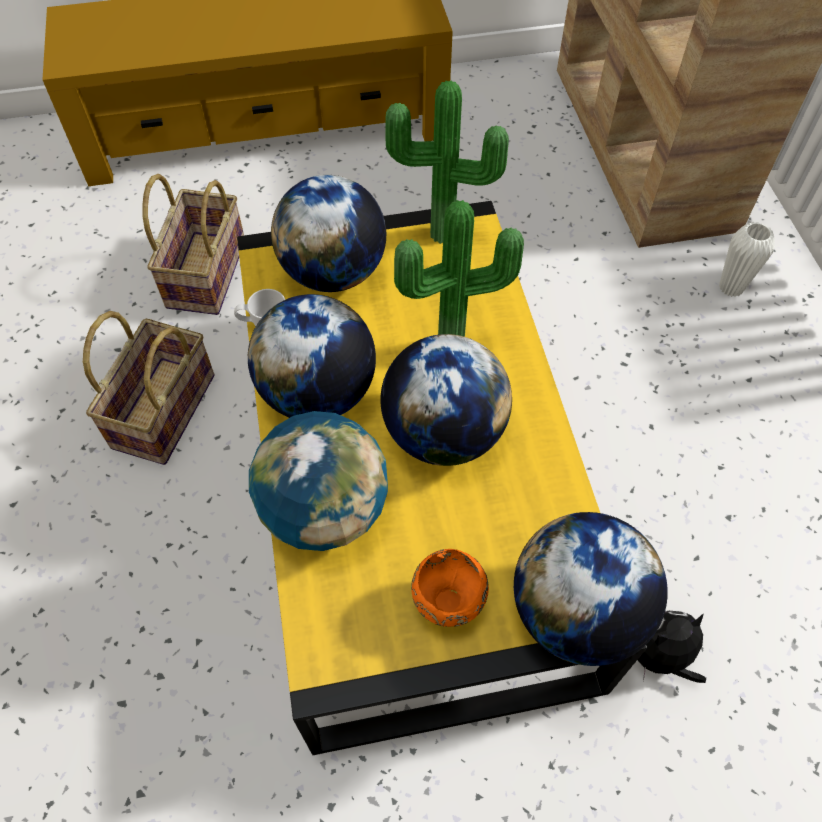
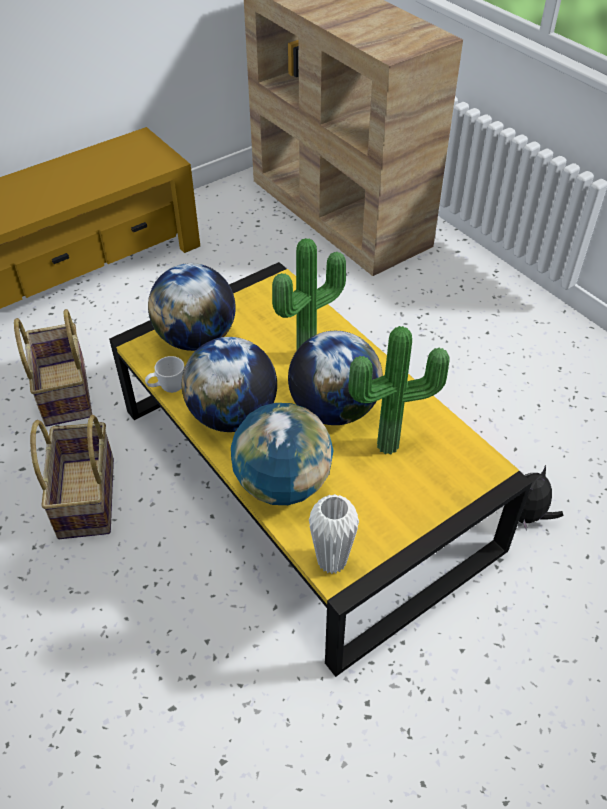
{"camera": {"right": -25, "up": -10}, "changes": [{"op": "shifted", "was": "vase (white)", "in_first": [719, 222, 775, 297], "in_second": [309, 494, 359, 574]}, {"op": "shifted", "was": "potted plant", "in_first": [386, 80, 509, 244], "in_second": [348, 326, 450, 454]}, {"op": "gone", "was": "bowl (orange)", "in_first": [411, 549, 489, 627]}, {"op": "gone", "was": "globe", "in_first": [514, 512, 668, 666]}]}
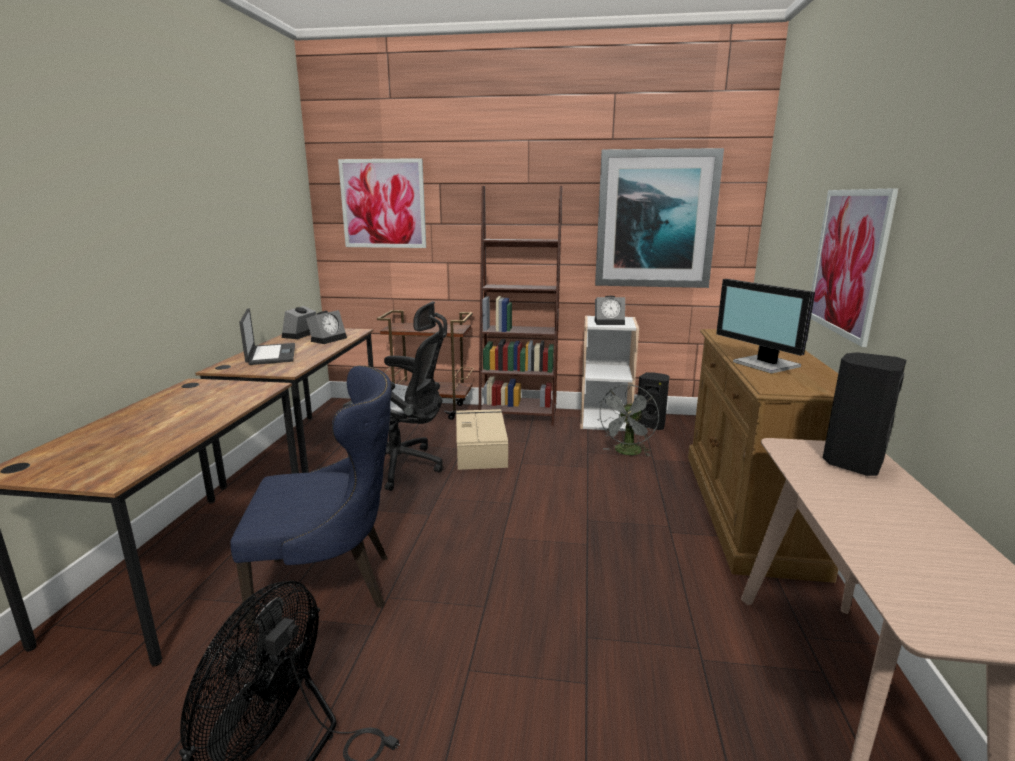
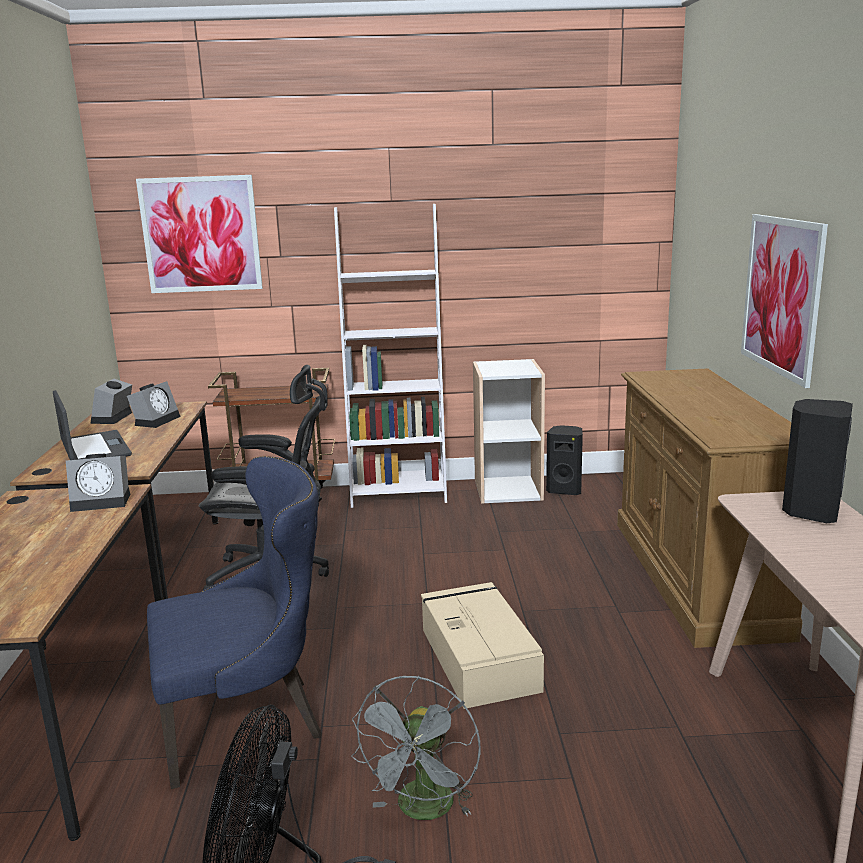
{"camera": {"right": -10, "up": 0}, "changes": [{"op": "shifted", "was": "alarm clock", "in_first": [595, 296, 625, 325], "in_second": [66, 454, 130, 512]}, {"op": "repainted", "was": "bookcase (brown)", "now": "bookcase (white)", "in_first": [479, 186, 562, 426], "in_second": [334, 204, 447, 508]}, {"op": "shifted", "was": "fan (grey)", "in_first": [597, 385, 659, 456], "in_second": [351, 676, 481, 820]}, {"op": "shifted", "was": "storage box (beige)", "in_first": [456, 409, 508, 470], "in_second": [421, 582, 544, 709]}, {"op": "gone", "was": "picture", "in_first": [595, 148, 724, 288]}, {"op": "gone", "was": "monitor", "in_first": [716, 279, 815, 374]}]}
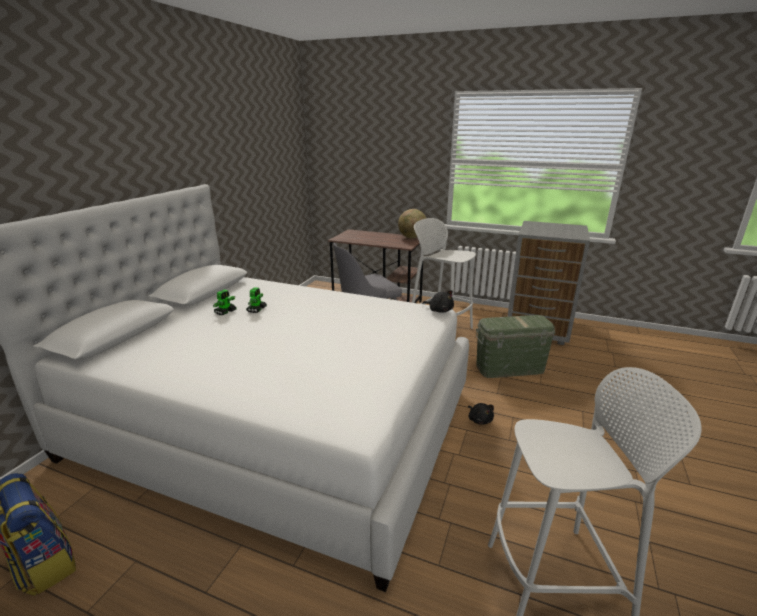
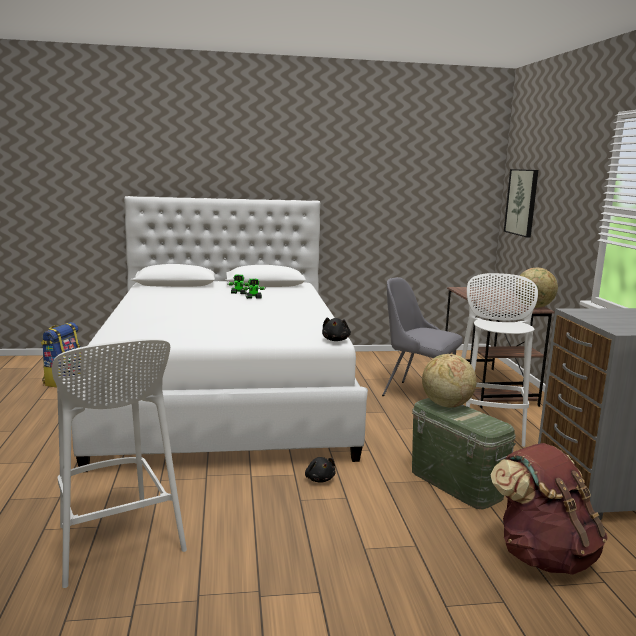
{"camera": {"right": 60, "up": -10}, "changes": [{"op": "rotated", "was": "plush toy (black)", "in_first": [468, 403, 494, 425], "in_second": [305, 457, 335, 483], "clockwise": -60}, {"op": "new", "now": "globe", "in_second": [422, 354, 477, 407]}, {"op": "new", "now": "backpack (brown)", "in_second": [491, 443, 608, 575]}, {"op": "new", "now": "picture", "in_second": [504, 169, 538, 238]}]}
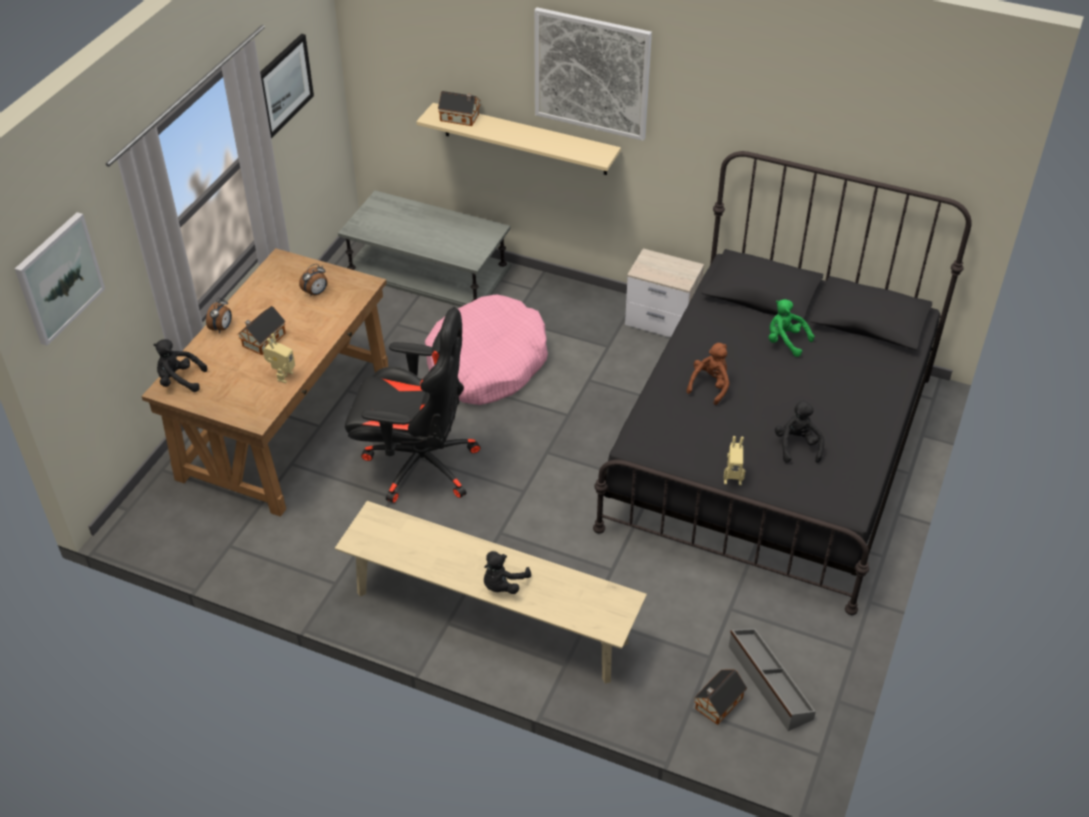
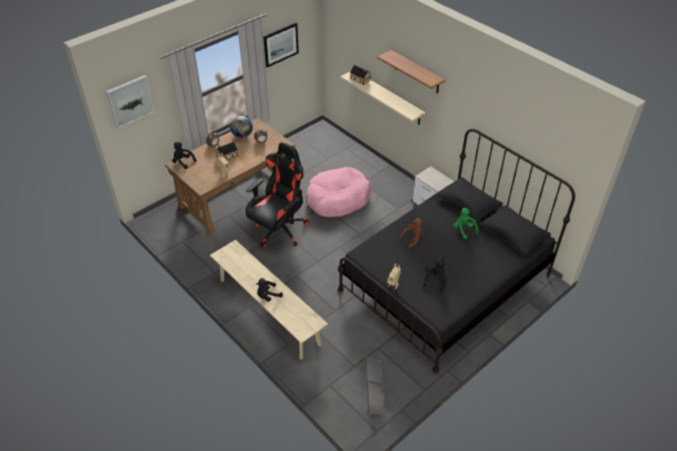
{"camera": {"right": 25, "up": 0}, "changes": [{"op": "new", "now": "globe", "in_second": [230, 115, 253, 138]}, {"op": "rotated", "was": "office chair (black)", "in_first": [345, 307, 481, 503], "in_second": [245, 142, 309, 248], "clockwise": -90}, {"op": "swapped", "was": "picture", "now": "shelf", "in_first": [534, 7, 652, 141], "in_second": [378, 50, 445, 93]}, {"op": "gone", "was": "coffee table (grey)", "in_first": [338, 190, 511, 307]}, {"op": "gone", "was": "toy house", "in_first": [694, 669, 747, 725]}]}
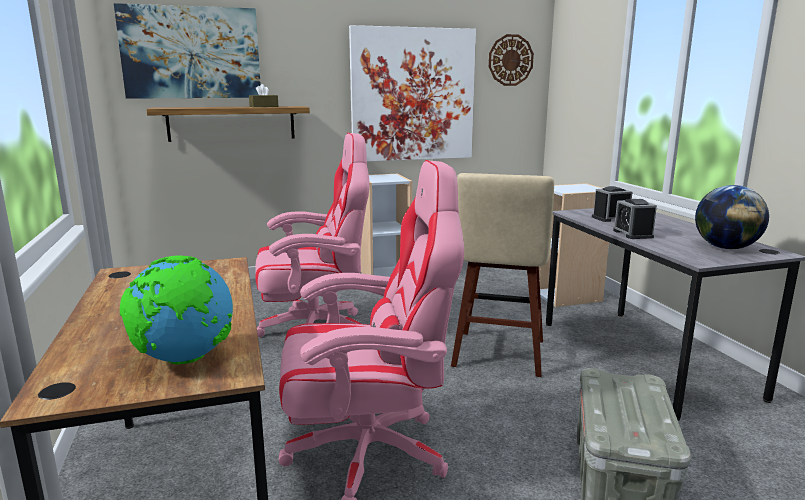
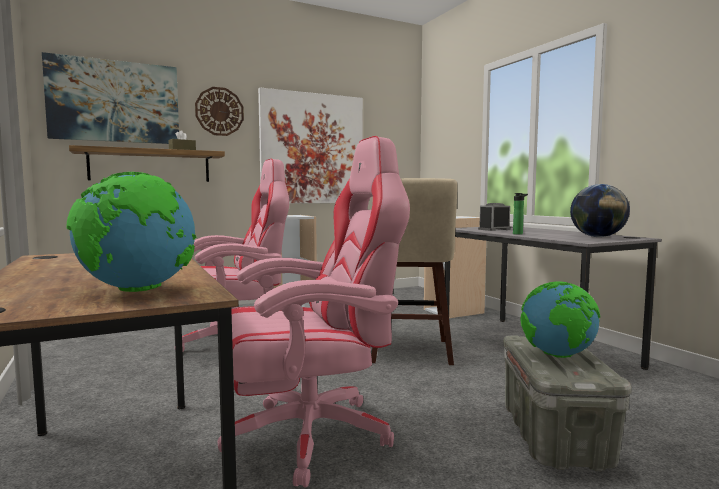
{"camera": {"right": -10, "up": -10}, "changes": [{"op": "shifted", "was": "wall clock", "in_first": [489, 34, 534, 86], "in_second": [195, 87, 244, 136]}, {"op": "swapped", "was": "alarm clock", "now": "bottle", "in_first": [613, 199, 657, 239], "in_second": [513, 193, 528, 235]}, {"op": "new", "now": "globe", "in_second": [520, 281, 600, 358]}]}
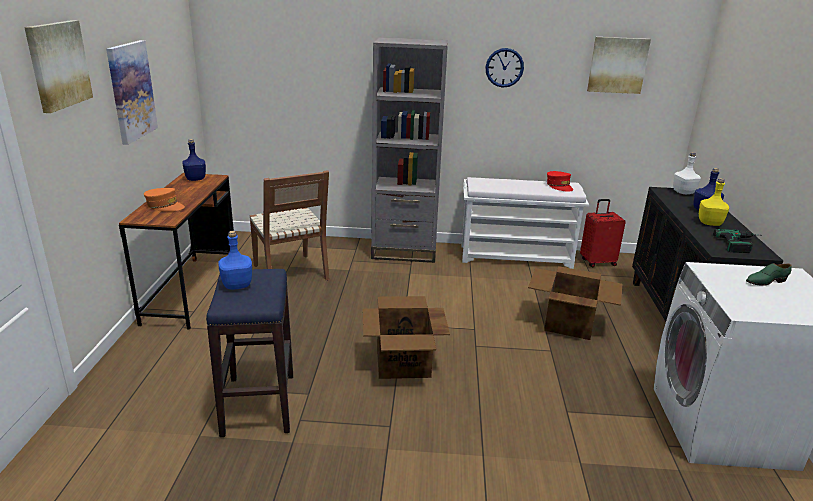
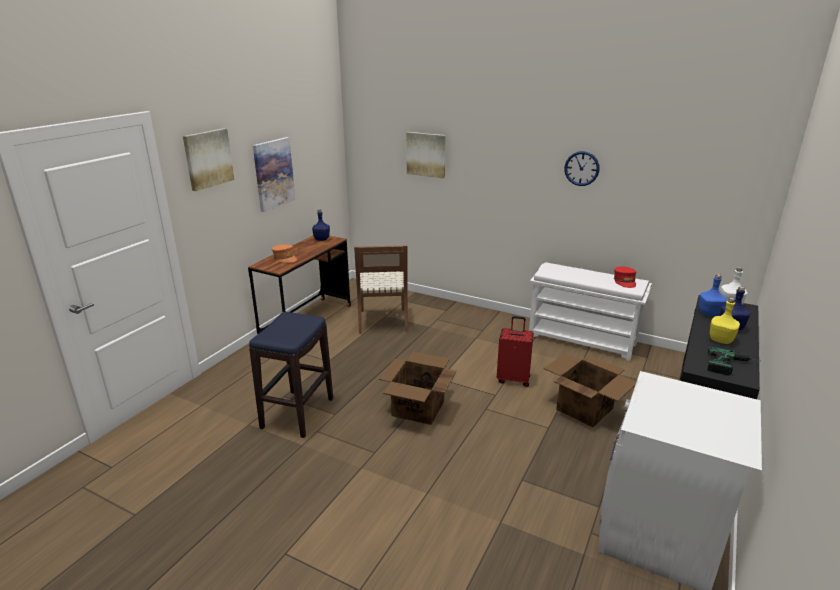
{"camera": {"right": 25, "up": 0}, "changes": [{"op": "shifted", "was": "picture", "in_first": [587, 37, 651, 94], "in_second": [406, 132, 446, 178]}, {"op": "shifted", "was": "suitcase (red)", "in_first": [580, 199, 626, 268], "in_second": [497, 316, 534, 387]}, {"op": "shifted", "was": "bottle (blue)", "in_first": [218, 231, 252, 289], "in_second": [698, 274, 727, 316]}, {"op": "gone", "was": "bookcase (grey)", "in_first": [371, 37, 448, 263]}, {"op": "gone", "was": "shoe (green)", "in_first": [746, 263, 792, 286]}]}
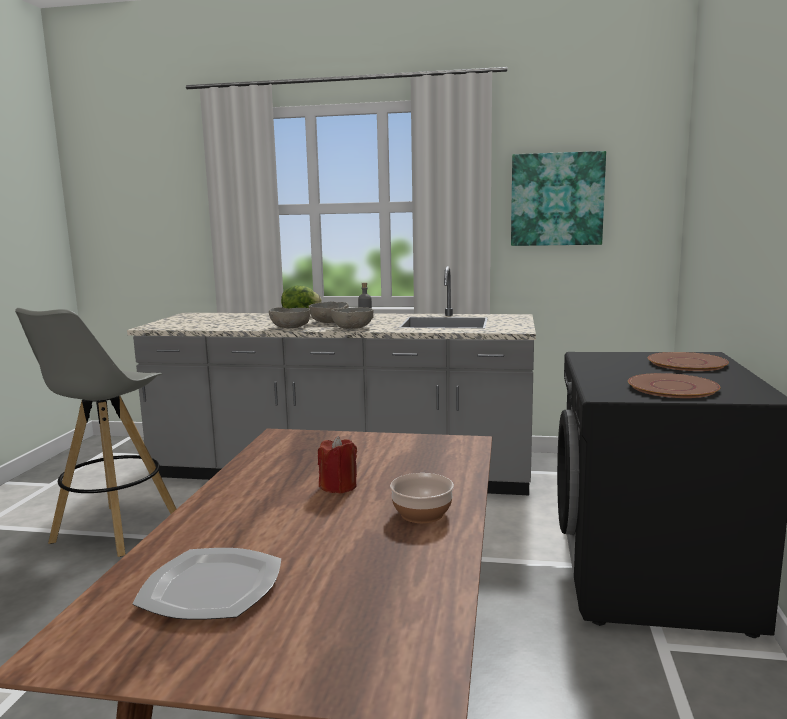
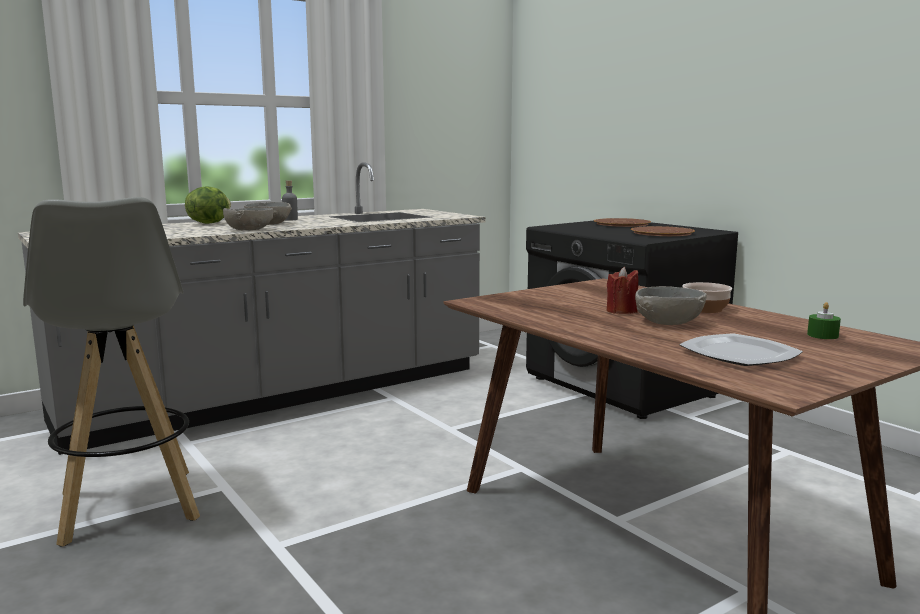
{"camera": {"right": -45, "up": 0}, "changes": [{"op": "shifted", "was": "bowl (grey)", "in_first": [330, 307, 374, 329], "in_second": [635, 286, 707, 325]}, {"op": "new", "now": "candle (green)", "in_second": [807, 302, 841, 339]}, {"op": "gone", "was": "picture", "in_first": [511, 151, 606, 246]}]}
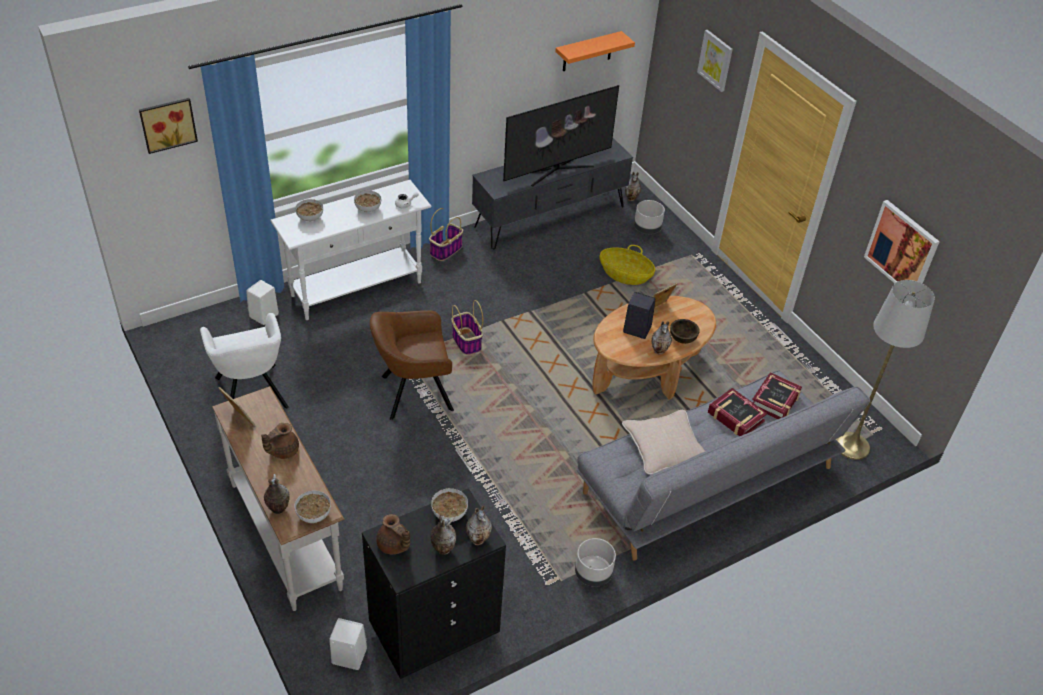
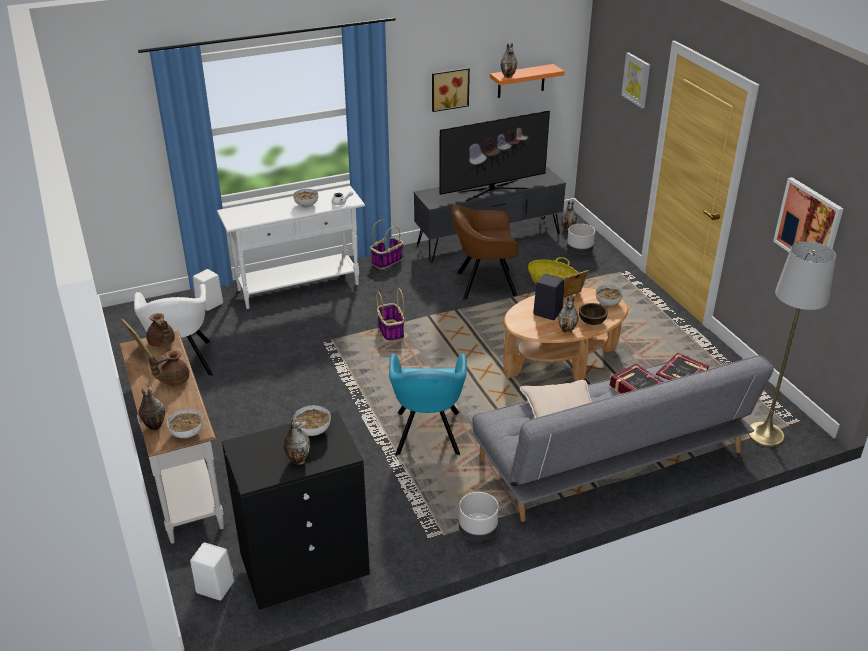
{"camera": {"right": 10, "up": -10}, "changes": [{"op": "shifted", "was": "teapot (brown)", "in_first": [376, 514, 410, 554], "in_second": [147, 313, 175, 347]}, {"op": "new", "now": "armchair (turquoise)", "in_second": [389, 354, 467, 456]}, {"op": "shifted", "was": "picture", "in_first": [139, 98, 198, 154], "in_second": [432, 68, 470, 112]}, {"op": "shifted", "was": "armchair (brown)", "in_first": [370, 310, 454, 420], "in_second": [451, 204, 519, 300]}, {"op": "shifted", "was": "vase", "in_first": [466, 506, 492, 545], "in_second": [500, 43, 517, 78]}, {"op": "shifted", "was": "bowl", "in_first": [295, 199, 323, 221], "in_second": [596, 285, 623, 306]}]}
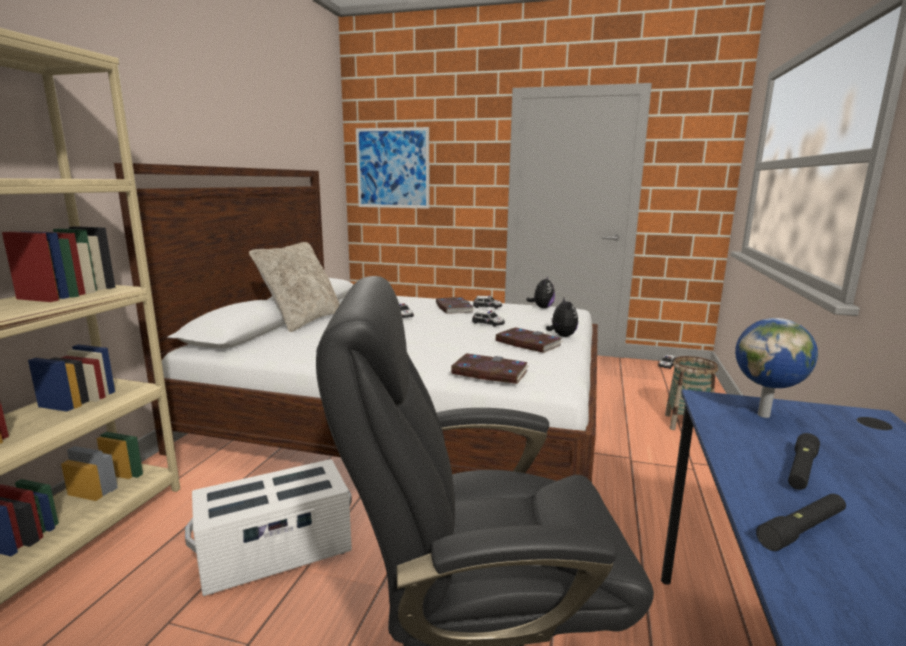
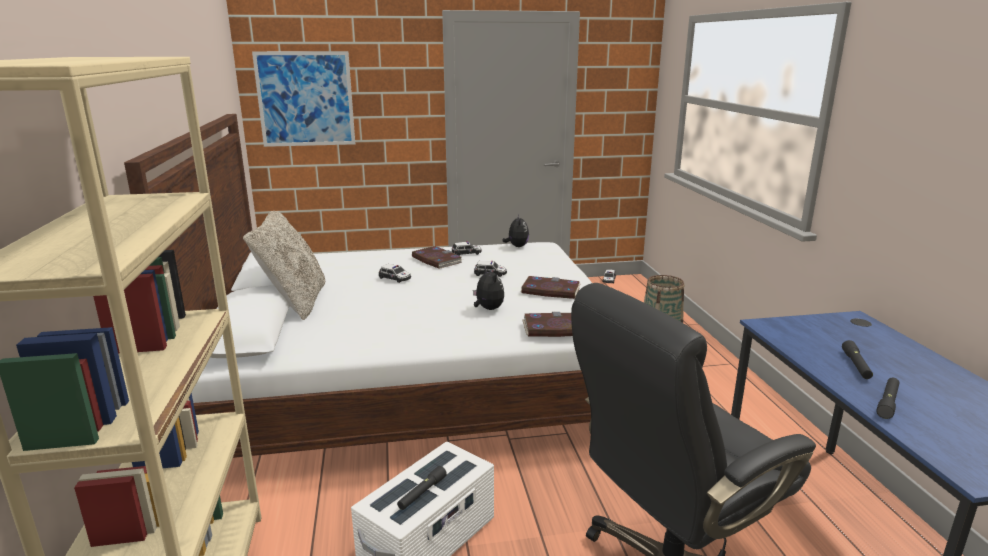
{"camera": {"right": -25, "up": 5}, "changes": [{"op": "new", "now": "flashlight (black)", "in_second": [397, 466, 447, 510]}, {"op": "shifted", "was": "plush toy", "in_first": [546, 296, 578, 337], "in_second": [473, 267, 504, 310]}, {"op": "gone", "was": "globe", "in_first": [735, 318, 818, 418]}]}
